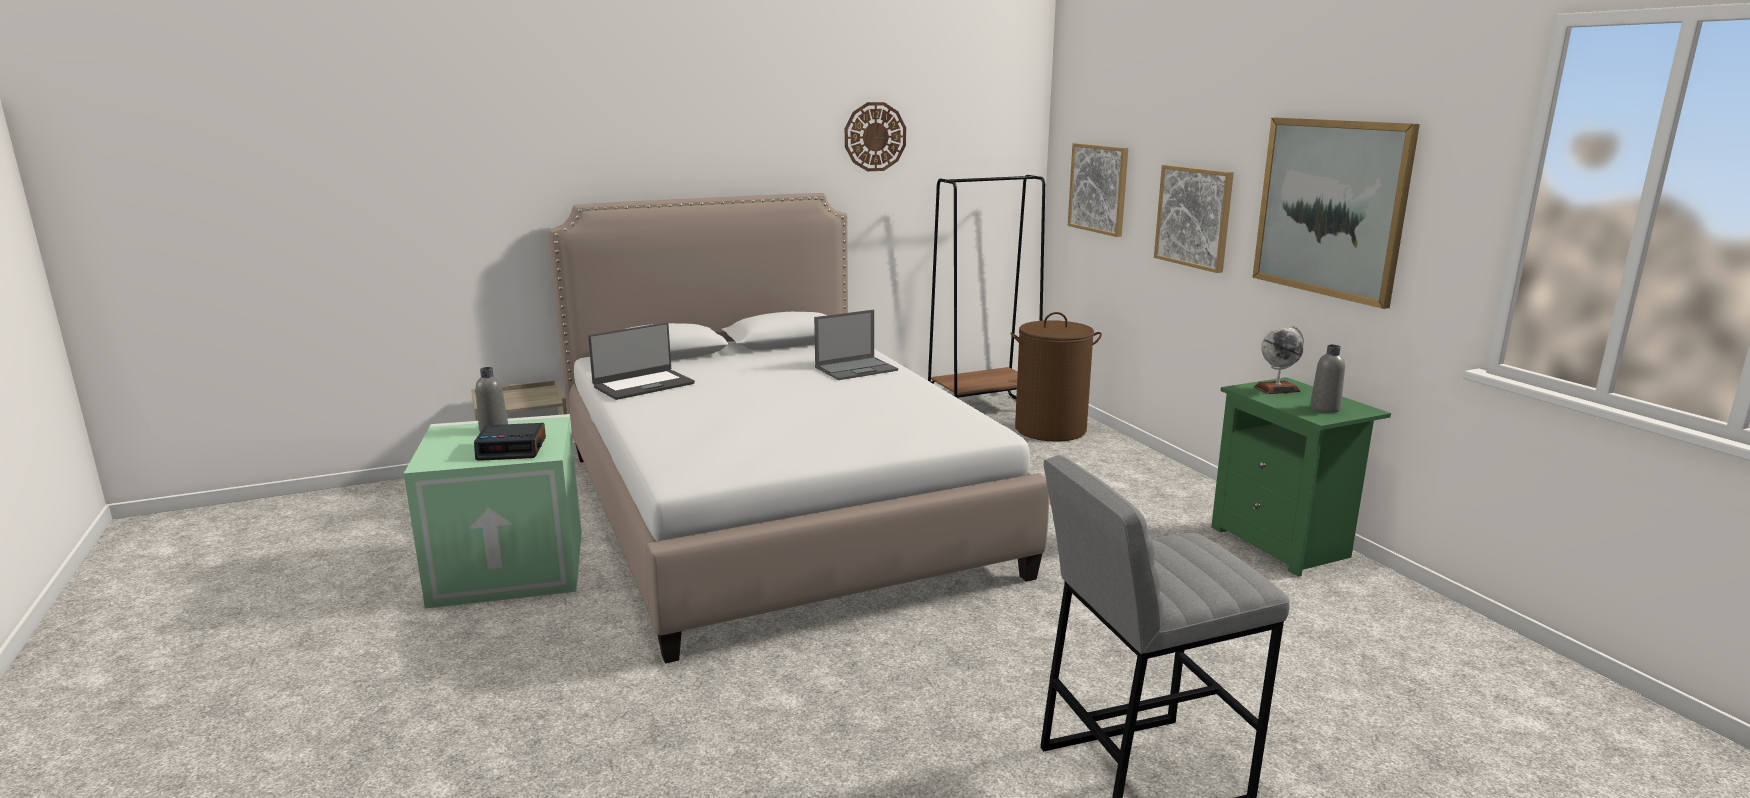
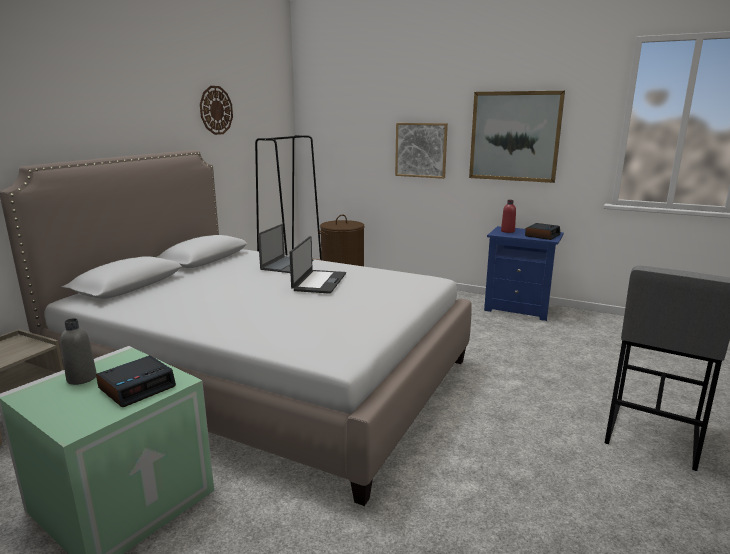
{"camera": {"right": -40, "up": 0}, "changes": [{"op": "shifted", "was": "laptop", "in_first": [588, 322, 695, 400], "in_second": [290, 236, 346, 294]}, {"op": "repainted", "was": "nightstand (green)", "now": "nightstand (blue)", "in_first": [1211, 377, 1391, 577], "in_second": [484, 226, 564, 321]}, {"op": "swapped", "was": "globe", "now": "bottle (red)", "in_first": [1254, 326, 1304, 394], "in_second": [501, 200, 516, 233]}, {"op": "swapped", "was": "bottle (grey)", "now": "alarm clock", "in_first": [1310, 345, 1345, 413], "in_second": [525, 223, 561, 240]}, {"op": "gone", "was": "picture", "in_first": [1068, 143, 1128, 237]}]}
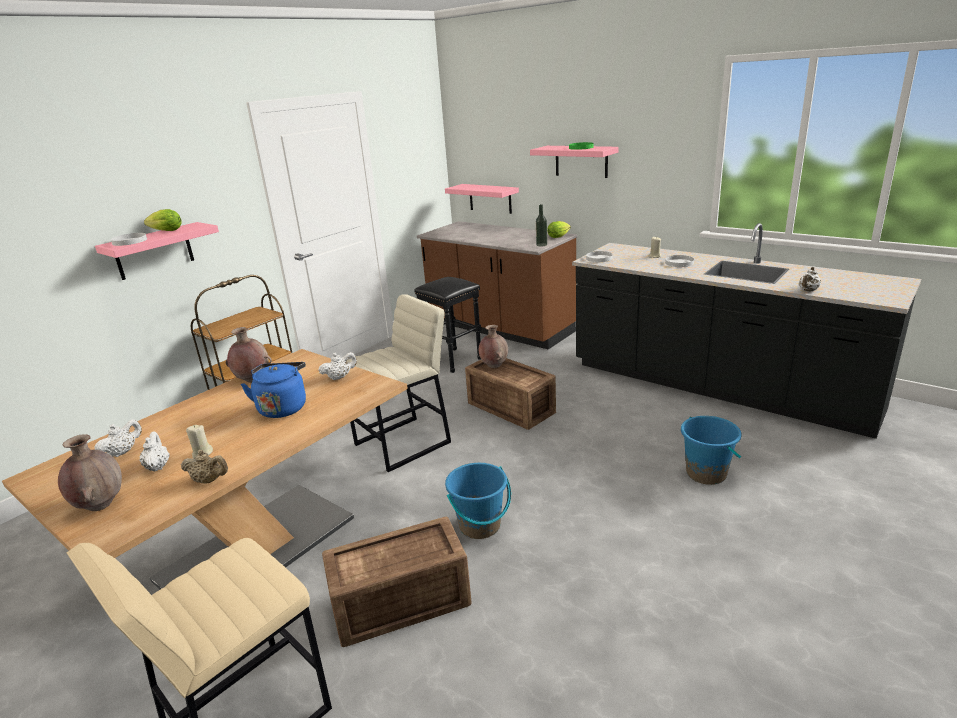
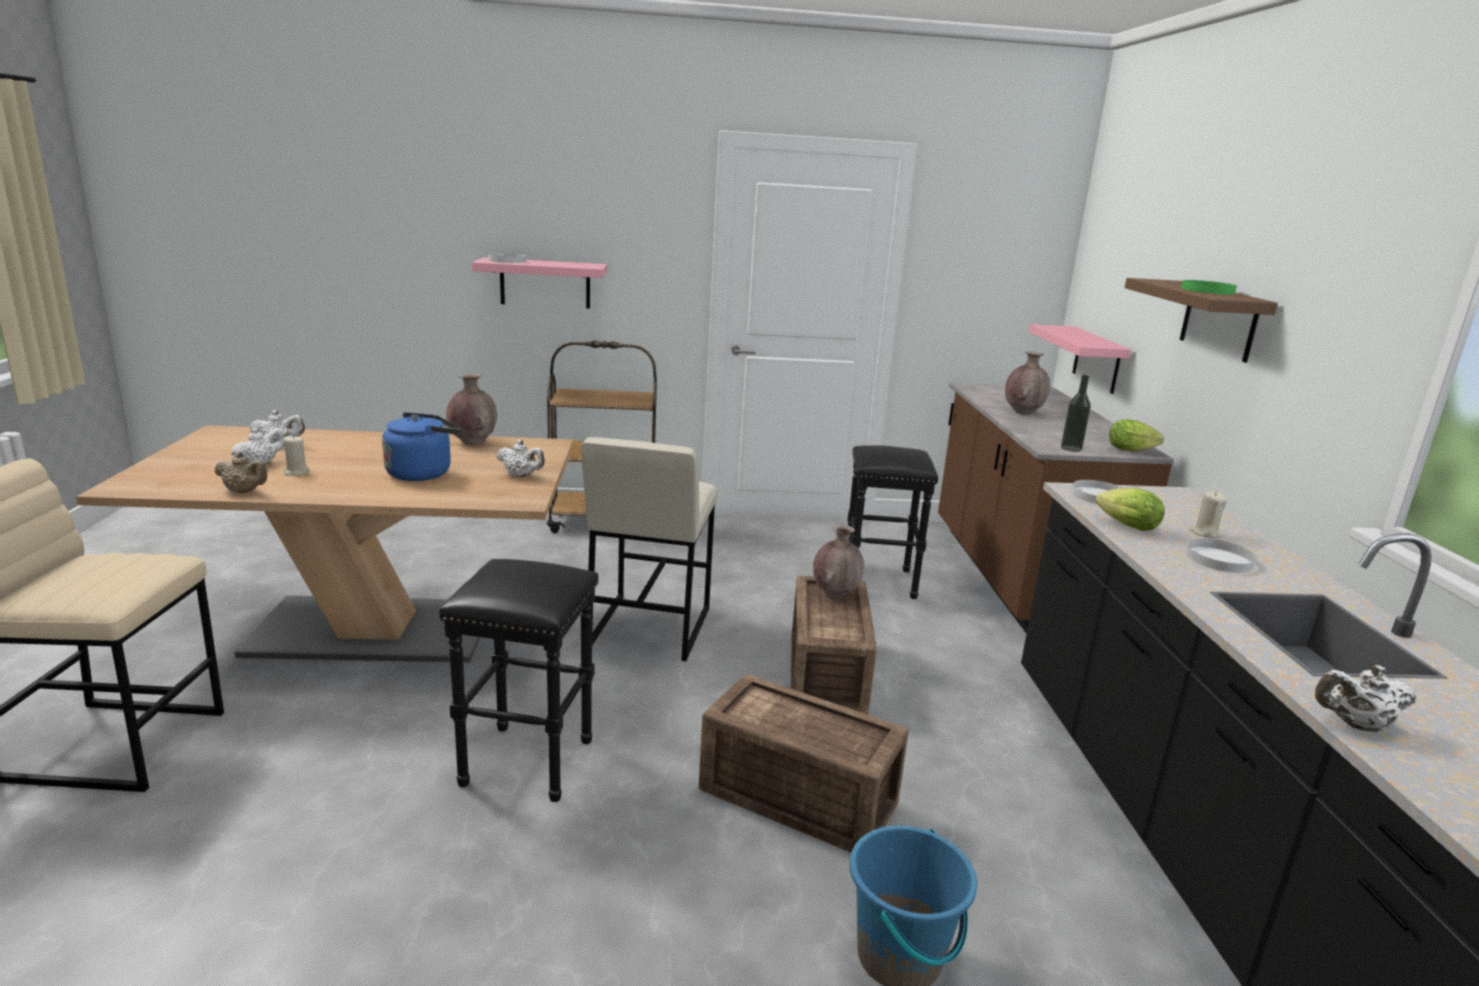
{"camera": {"right": 45, "up": -5}, "changes": [{"op": "rotated", "was": "teapot (beige)", "in_first": [181, 450, 228, 483], "in_second": [214, 452, 267, 493], "clockwise": -45}, {"op": "swapped", "was": "bucket (blue)", "now": "stool (black)", "in_first": [445, 463, 511, 539], "in_second": [439, 559, 599, 802]}, {"op": "rotated", "was": "chair (beige)", "in_first": [347, 294, 451, 472], "in_second": [581, 437, 718, 661], "clockwise": 90}, {"op": "shifted", "was": "crate", "in_first": [322, 517, 472, 647], "in_second": [699, 674, 909, 852]}, {"op": "shifted", "was": "vase (brown)", "in_first": [58, 434, 122, 511], "in_second": [1005, 351, 1051, 415]}, {"op": "shifted", "was": "lettuce", "in_first": [144, 209, 182, 231], "in_second": [1096, 488, 1164, 531]}, {"op": "repainted", "was": "shelf (pink)", "now": "shelf (brown)", "in_first": [530, 146, 619, 178], "in_second": [1124, 278, 1278, 363]}]}
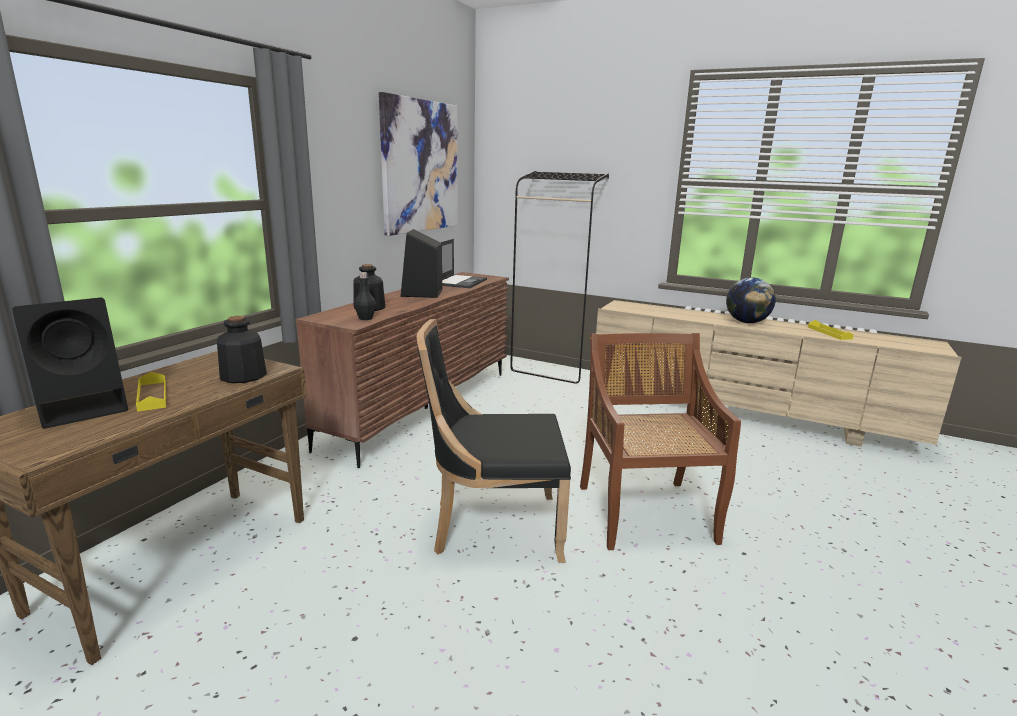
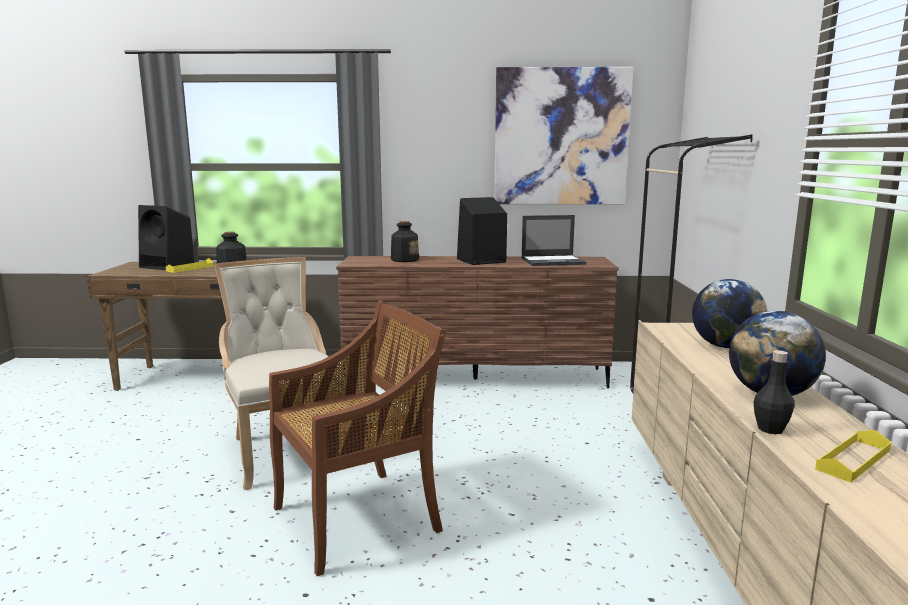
{"camera": {"right": 65, "up": -5}, "changes": [{"op": "repainted", "was": "chair (black)", "now": "chair (beige)", "in_first": [417, 319, 571, 563], "in_second": [214, 257, 348, 490]}, {"op": "new", "now": "globe", "in_second": [692, 279, 767, 348]}, {"op": "shifted", "was": "bottle (black)", "in_first": [354, 272, 376, 320], "in_second": [754, 350, 795, 434]}]}
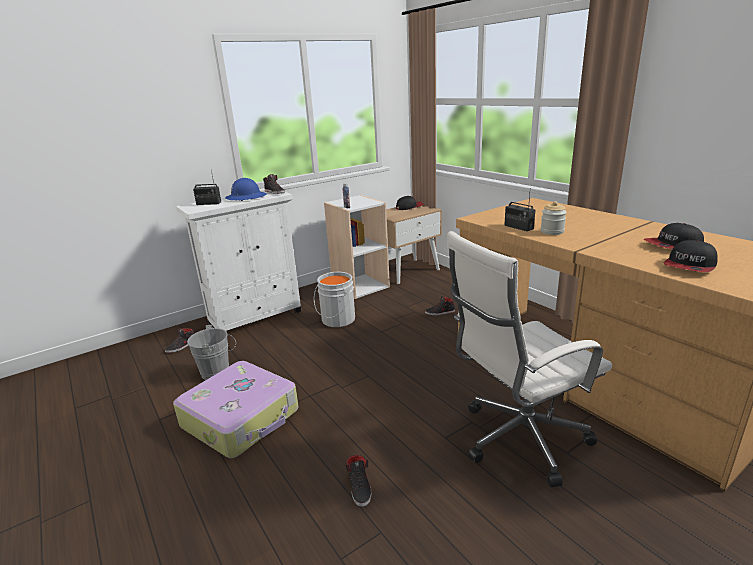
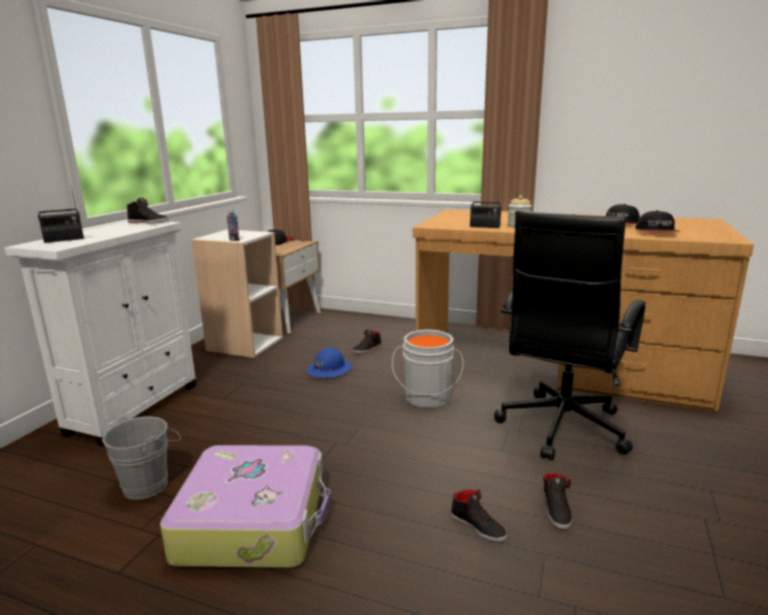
{"camera": {"right": -35, "up": -5}, "changes": [{"op": "shifted", "was": "hard hat (blue)", "in_first": [225, 178, 266, 201], "in_second": [307, 348, 352, 378]}, {"op": "shifted", "was": "bucket (grey)", "in_first": [314, 272, 355, 327], "in_second": [392, 329, 464, 408]}, {"op": "repainted", "was": "office chair (white)", "now": "office chair (black)", "in_first": [447, 231, 612, 487], "in_second": [494, 210, 646, 460]}, {"op": "shifted", "was": "shoe (black)", "in_first": [165, 328, 194, 353], "in_second": [543, 473, 572, 529]}]}
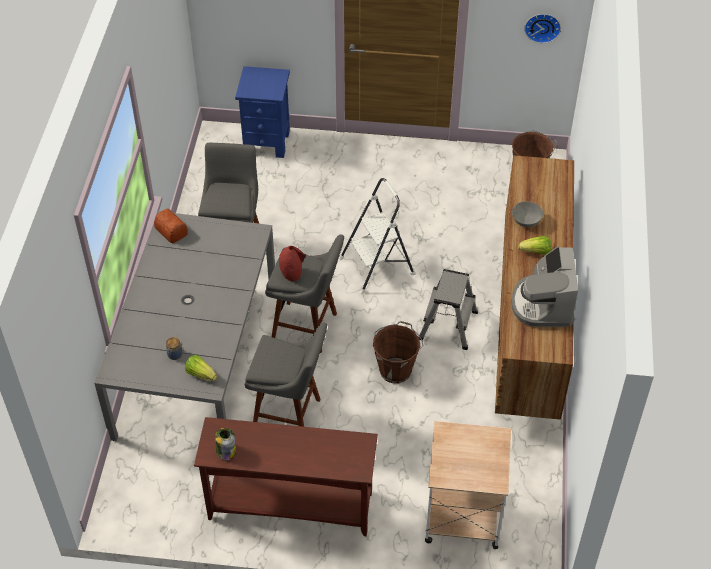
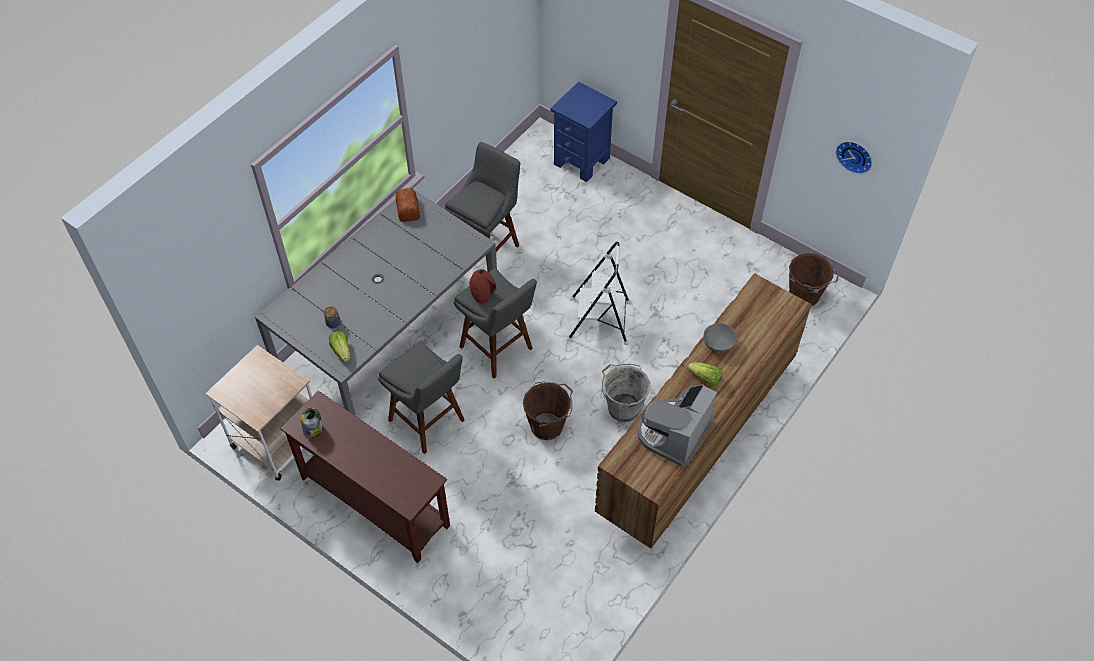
{"camera": {"right": 30, "up": 5}, "changes": [{"op": "shifted", "was": "cart (beige)", "in_first": [425, 421, 511, 549], "in_second": [205, 345, 312, 481]}, {"op": "swapped", "was": "step ladder (grey)", "now": "bucket (grey)", "in_first": [418, 269, 478, 350], "in_second": [602, 364, 650, 422]}]}
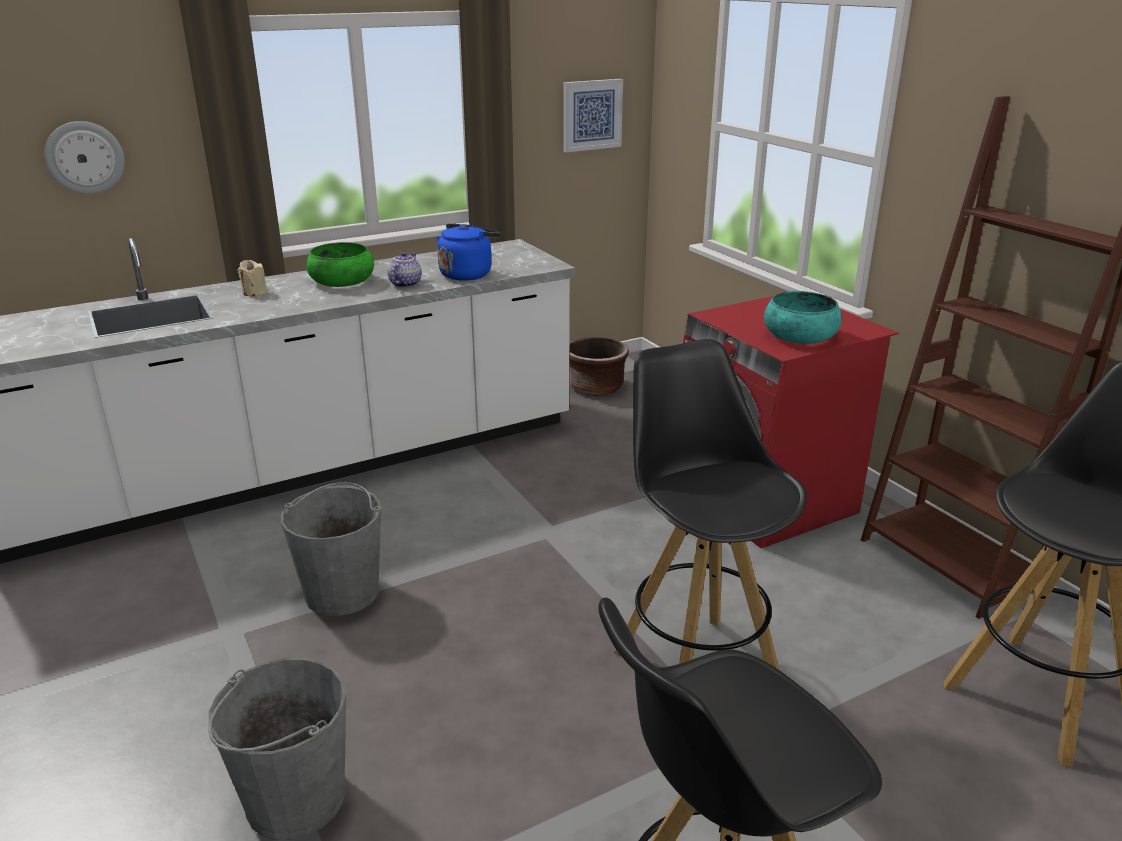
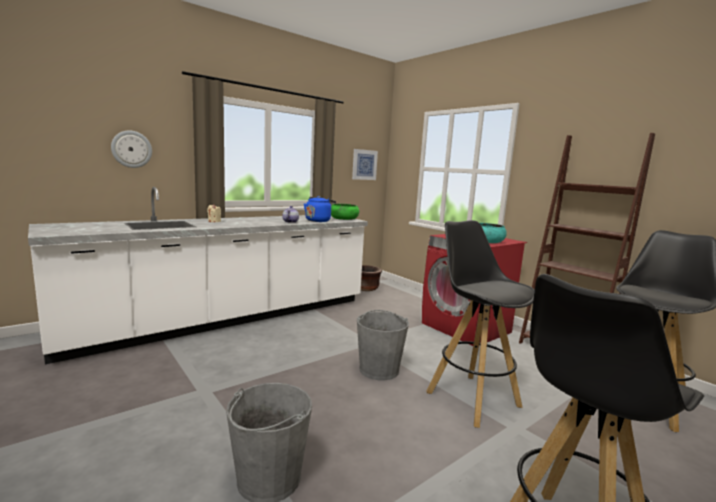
{"camera": {"right": -10, "up": -15}, "changes": [{"op": "shifted", "was": "bowl (green)", "in_first": [306, 242, 374, 287], "in_second": [331, 204, 359, 220]}, {"op": "shifted", "was": "bucket (grey)", "in_first": [281, 482, 381, 616], "in_second": [357, 310, 409, 380]}]}
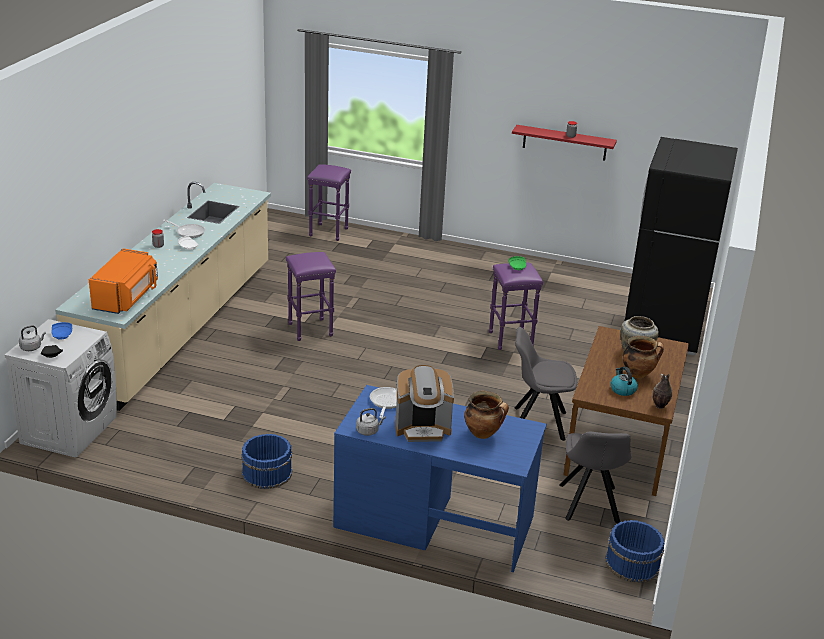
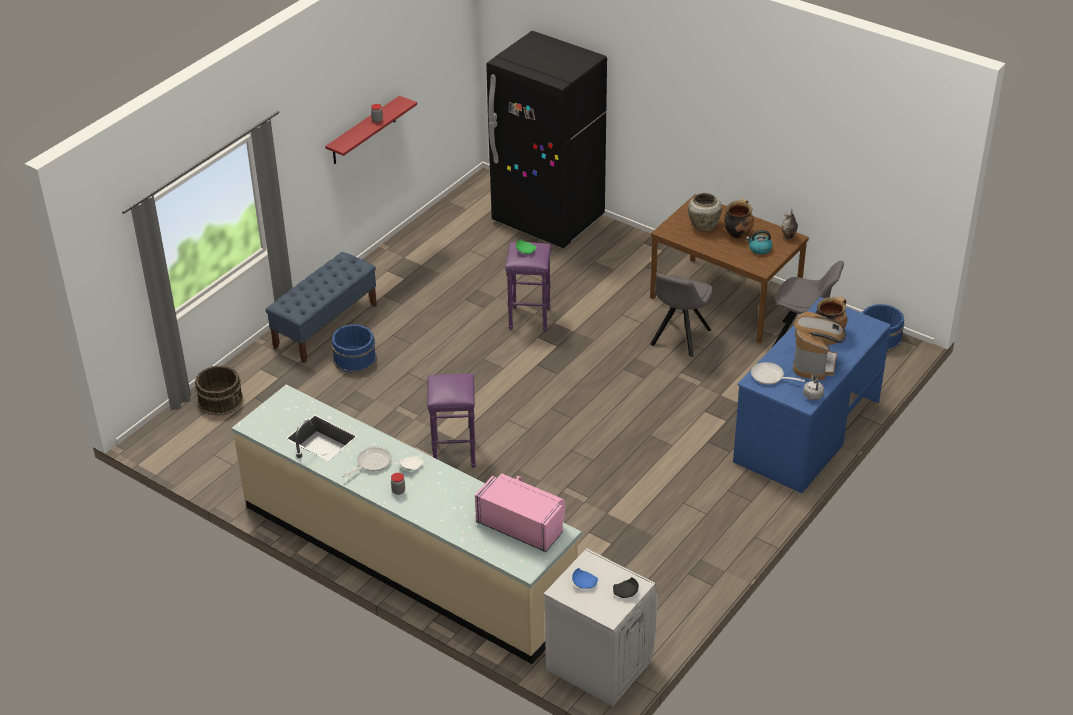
{"camera": {"right": -70, "up": 10}, "changes": [{"op": "swapped", "was": "stool (purple)", "now": "bucket (brown)", "in_first": [307, 164, 351, 241], "in_second": [195, 365, 244, 416]}, {"op": "new", "now": "bench (blue)", "in_second": [265, 252, 377, 363]}, {"op": "shifted", "was": "bucket (blue)", "in_first": [241, 434, 292, 489], "in_second": [331, 324, 377, 373]}, {"op": "repainted", "was": "microwave (orange)", "now": "microwave (pink)", "in_first": [89, 248, 158, 314], "in_second": [475, 473, 565, 552]}, {"op": "gone", "was": "kettle (grey)", "in_first": [19, 325, 46, 351]}]}
